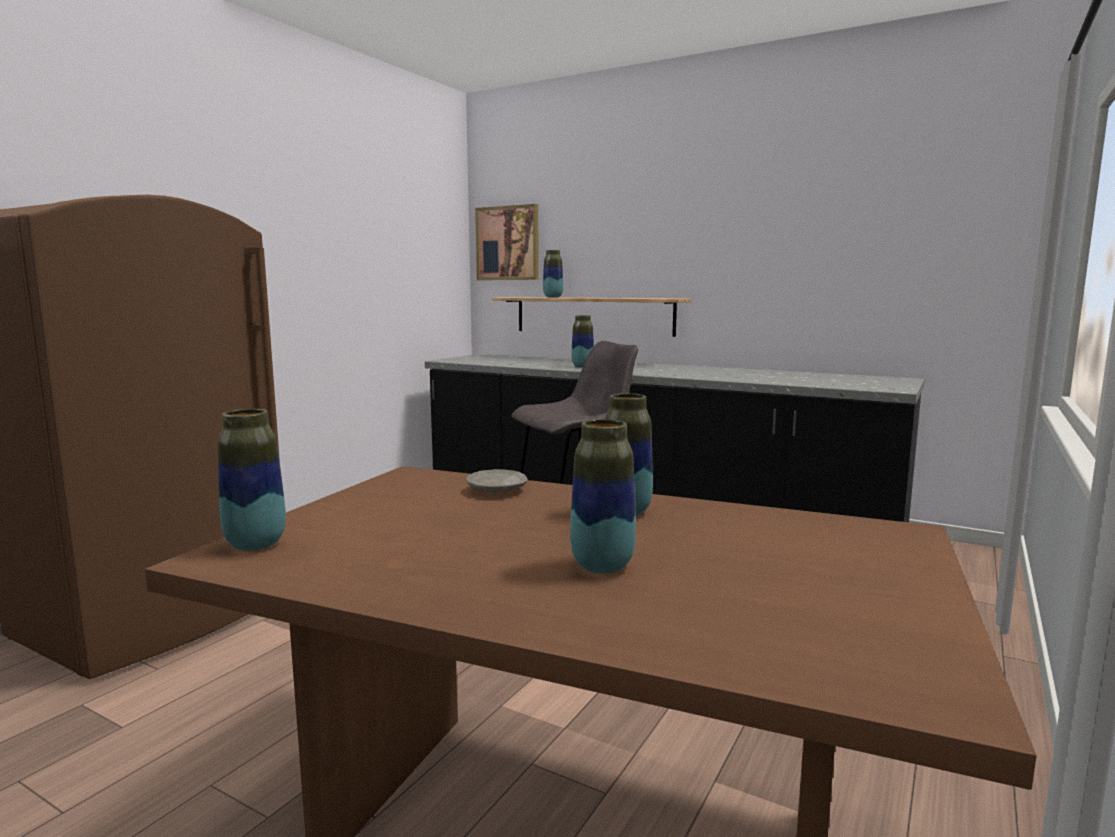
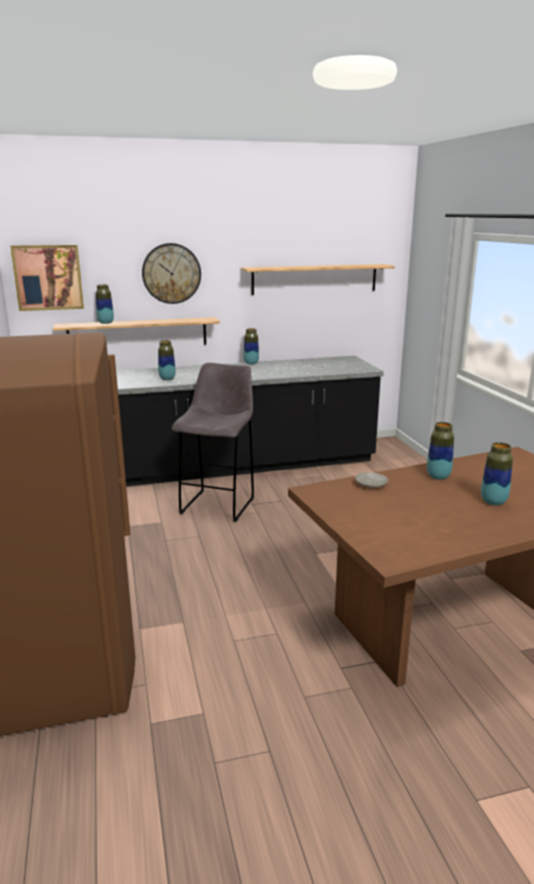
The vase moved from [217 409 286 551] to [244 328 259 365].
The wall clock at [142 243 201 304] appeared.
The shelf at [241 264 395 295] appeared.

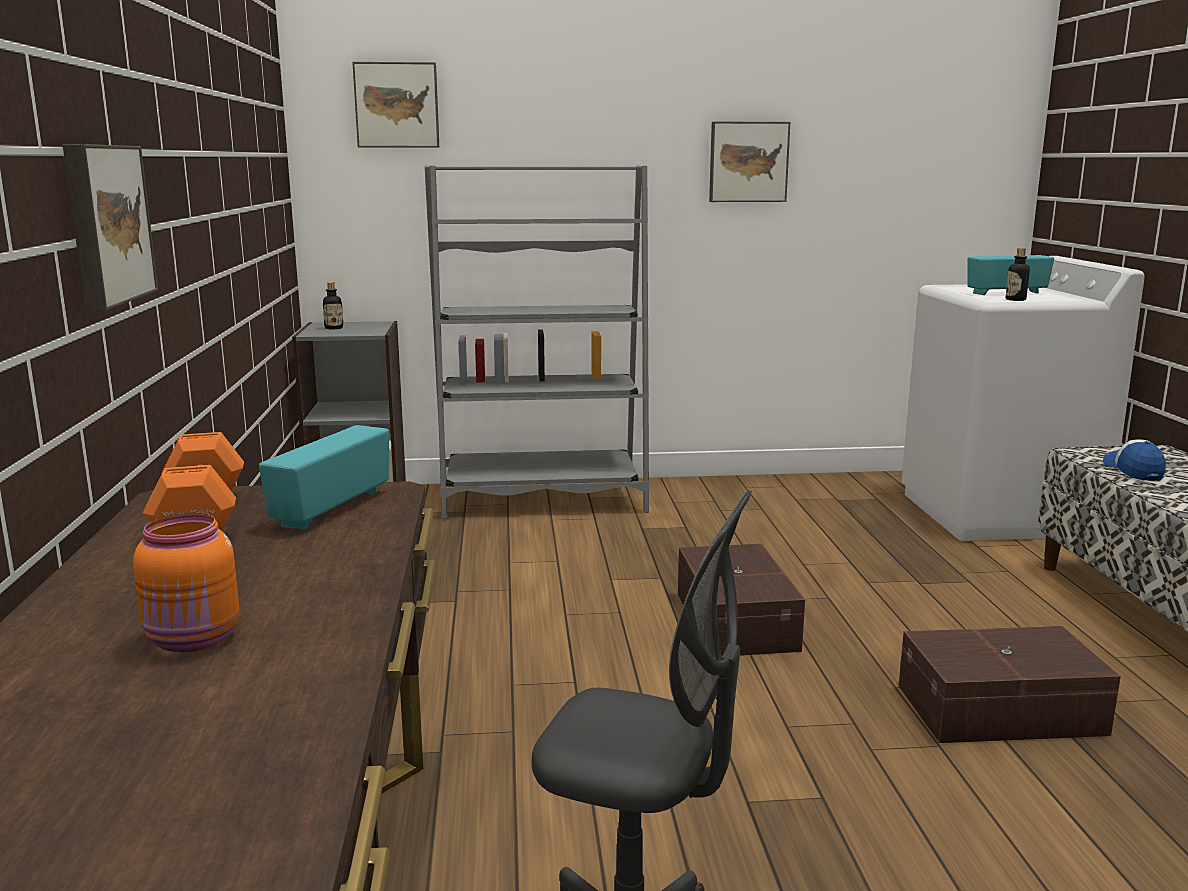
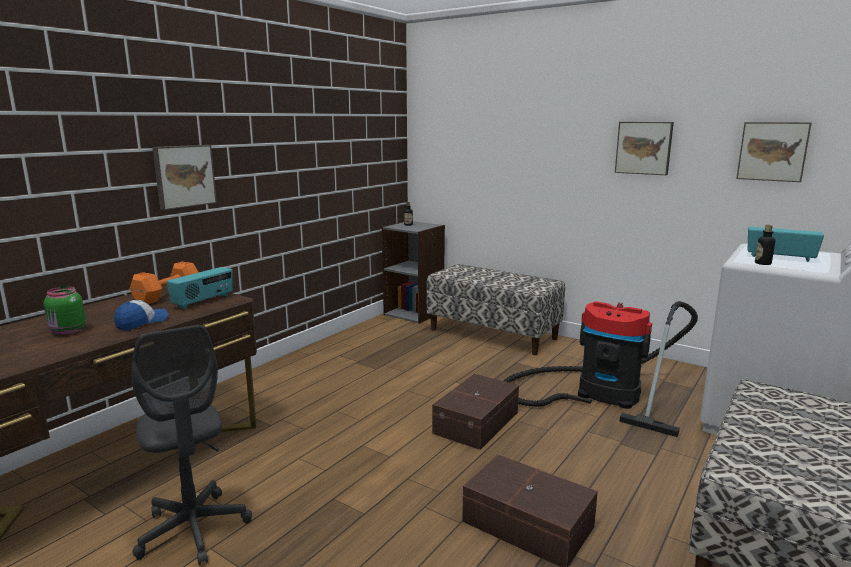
The picture moved from [352 62 439 148] to [736 122 812 182].
The bookcase (grey) at [425 165 649 519] was replaced by the bench at [426 264 565 355].
The radio at [259 425 389 530] turned 150 degrees clockwise.
The cap moved from [1103 439 1166 480] to [114 300 168 330].
The jar (orange) at [133 513 240 652] became the jar (green) at [44 286 86 335].
The vacuum cleaner at [503 301 698 437] appeared.

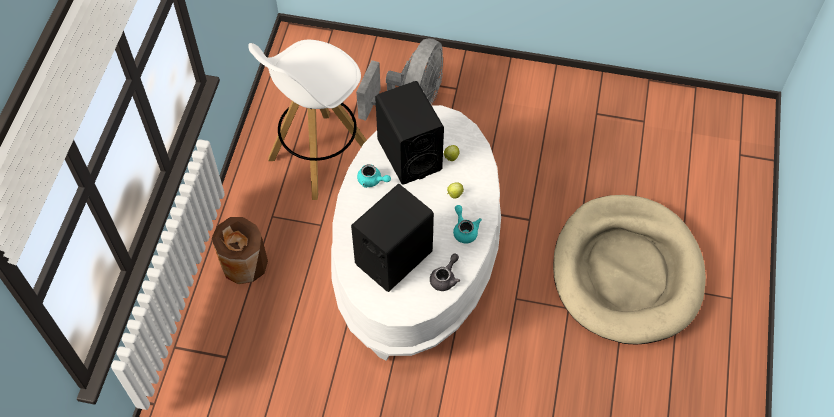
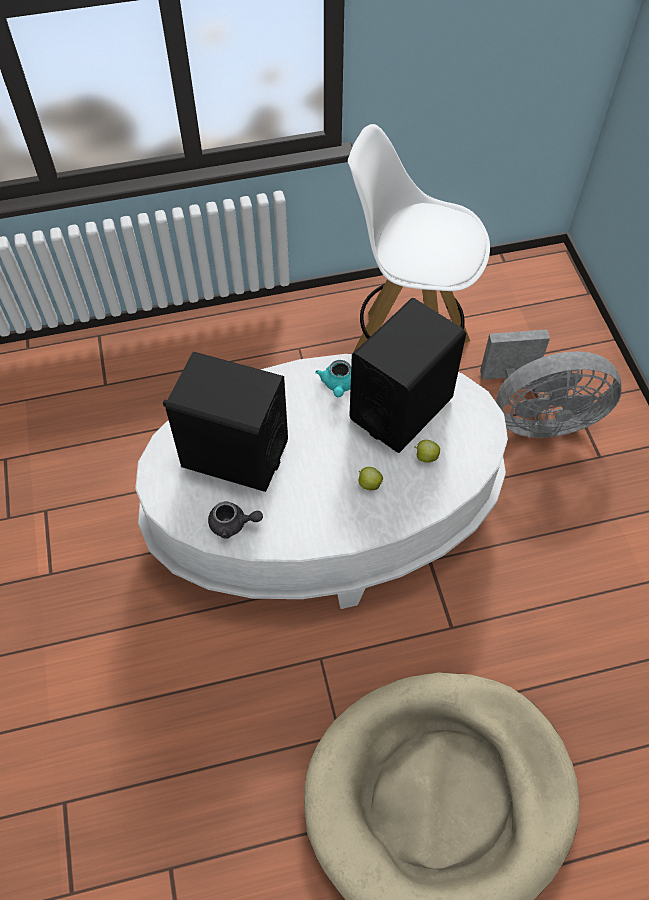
The teapot (turquoise) at [453 205 482 243] disappeared.
The vase (brown) at [211 217 268 284] disappeared.

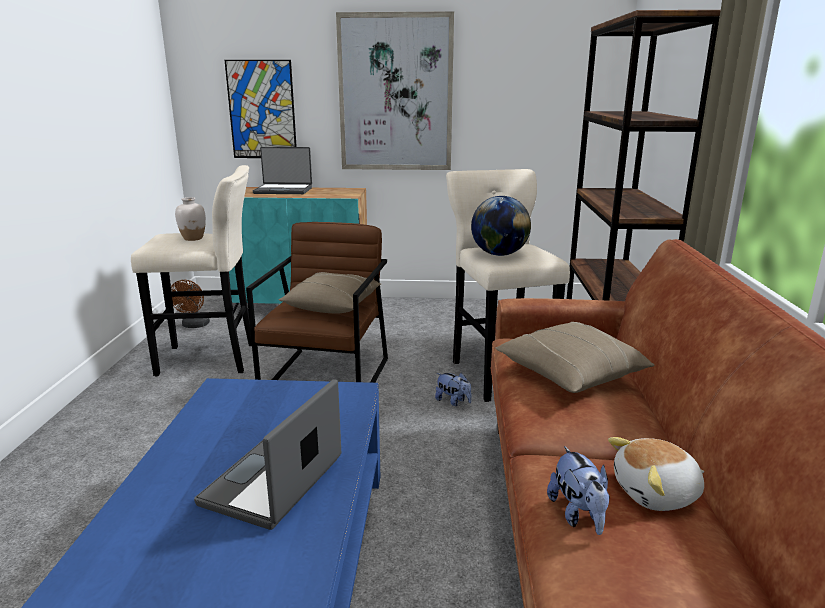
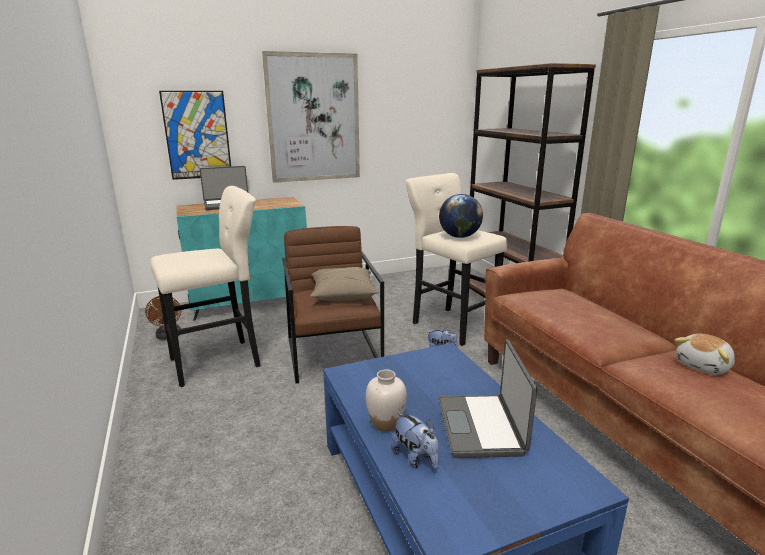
The vase (white) moved from [175 197 206 241] to [366 369 407 432].
The pillow (beige) at [495 322 655 393] disappeared.
The plush toy moved from [547 446 610 535] to [391 412 439 469].

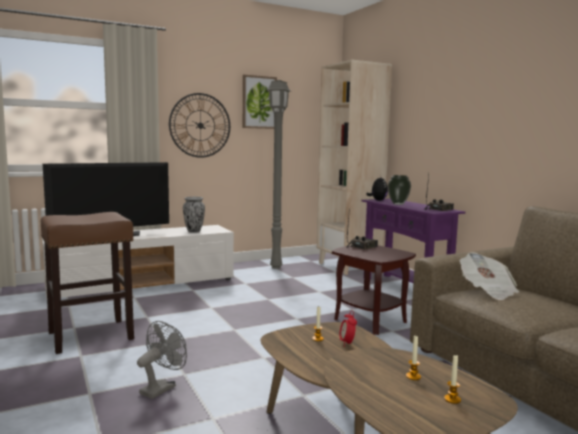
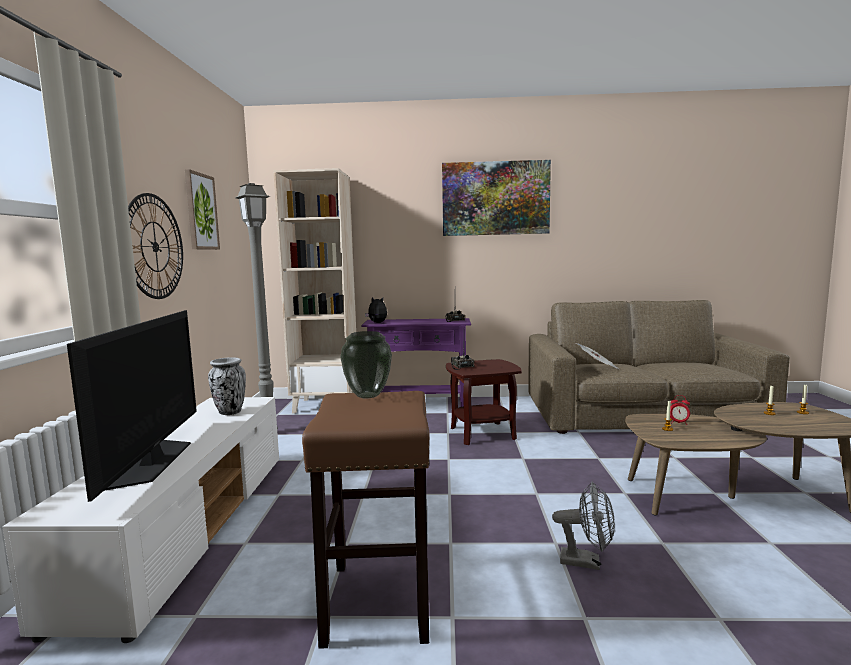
The vase moved from [388 175 411 205] to [340 331 392 398].
The fan (grey) at [137 321 187 399] turned 135 degrees clockwise.
The picture at [442 160 551 236] appeared.

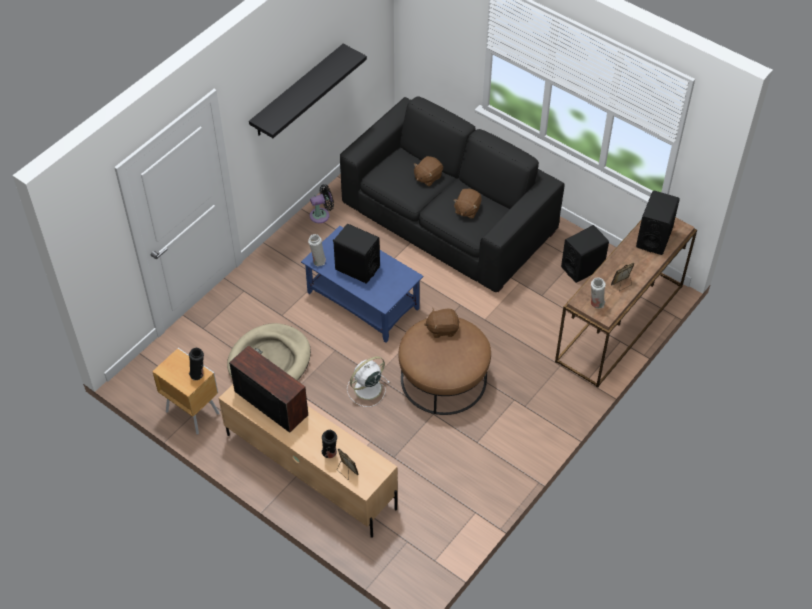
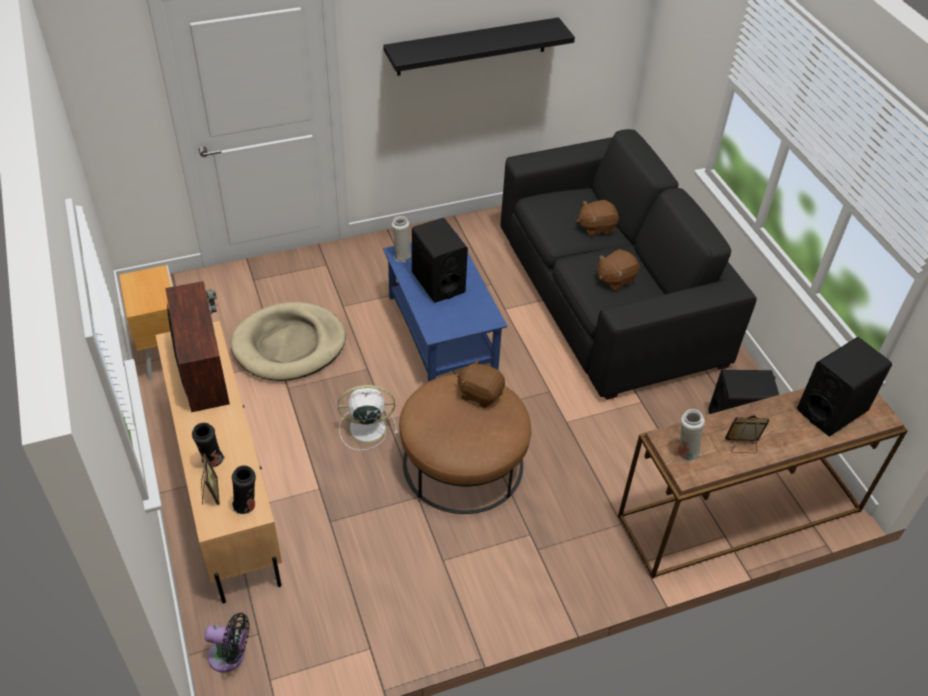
The fan (black) moved from [310 184 334 223] to [204 613 250 673].
The vase (black) moved from [189 348 204 380] to [232 465 256 514].

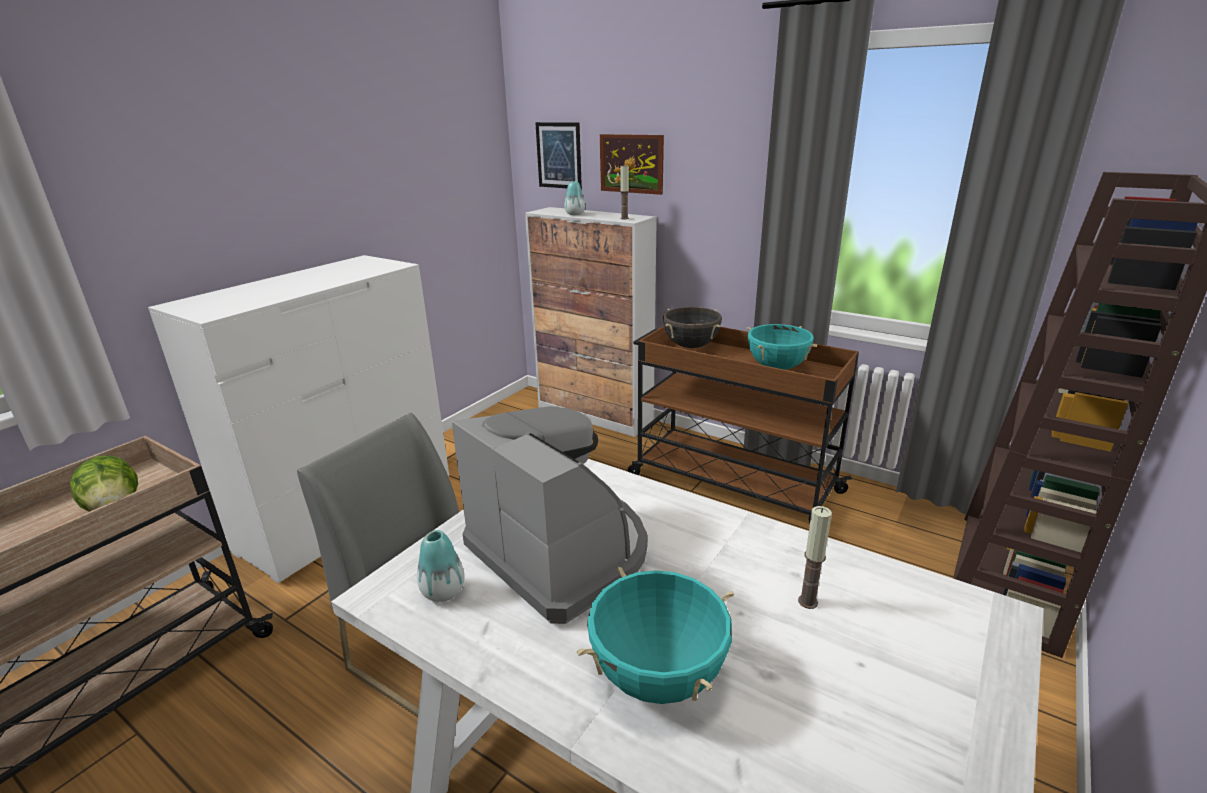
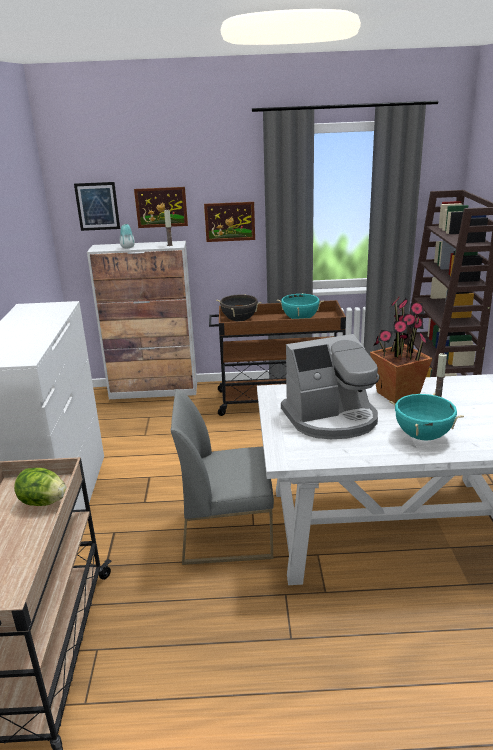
The coffee machine at [452 406 648 624] turned 150 degrees clockwise.
The vase at [417 530 464 602] disappeared.
The picture at [204 202 255 242] appeared.
The potted plant at [370 297 433 404] appeared.

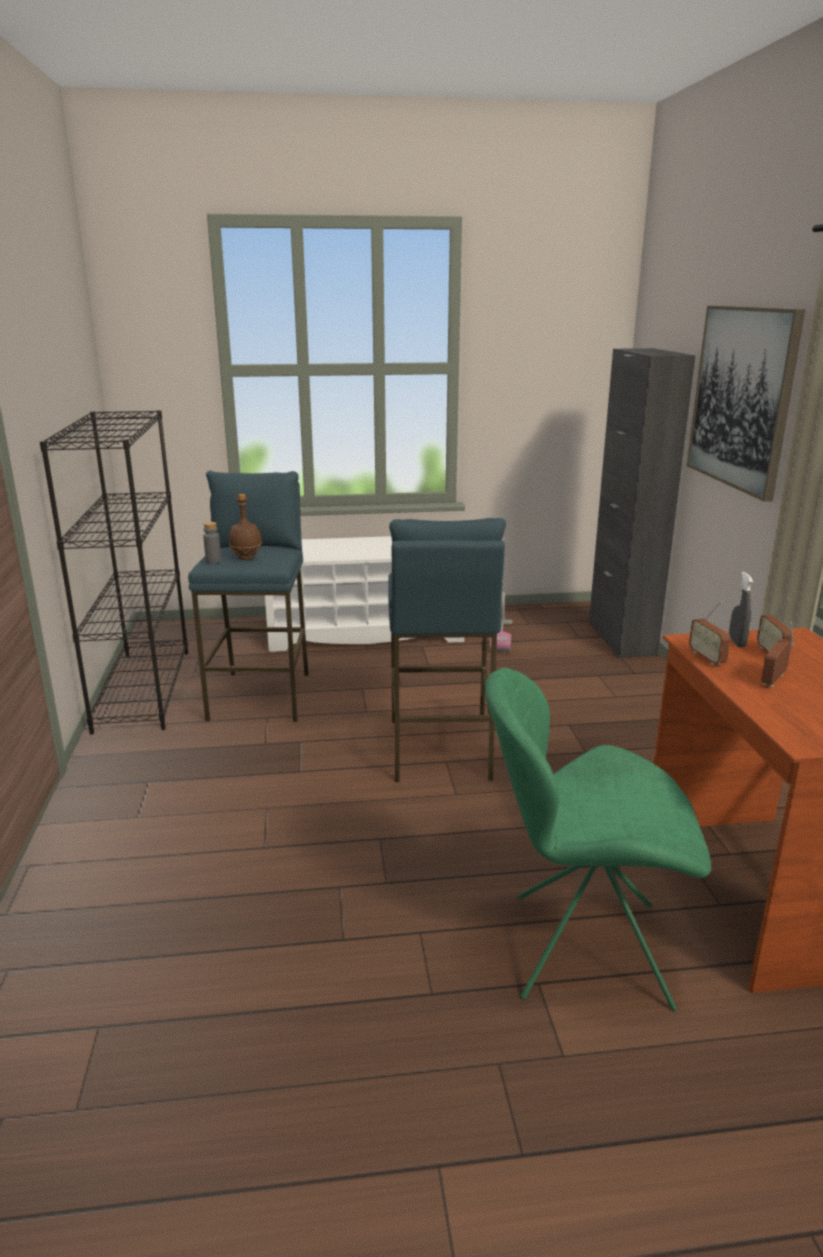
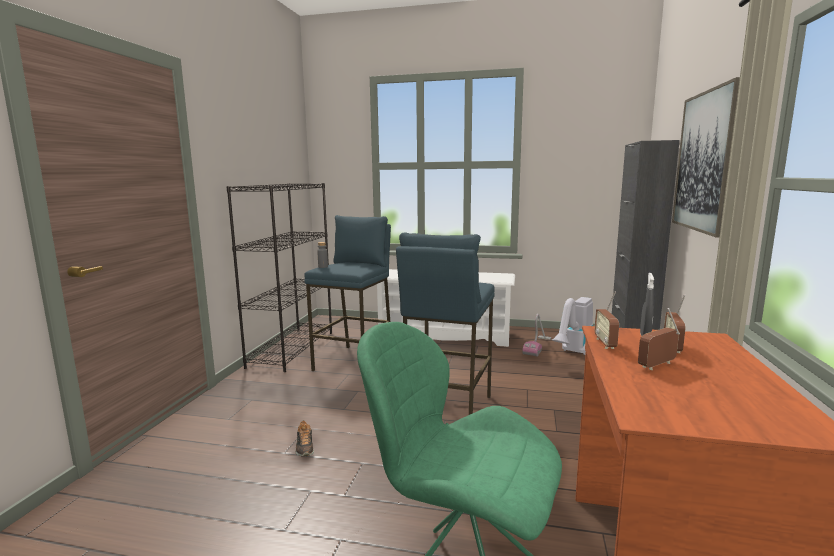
The bottle (brown) at [229 494 262 560] disappeared.
The vacuum cleaner at [552 297 593 355] appeared.
The shoe at [295 420 314 456] appeared.

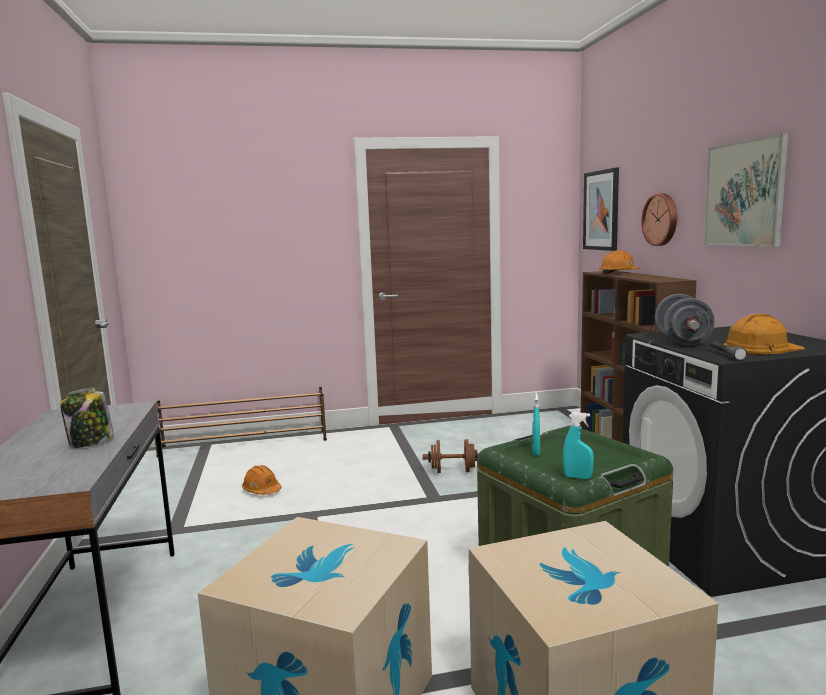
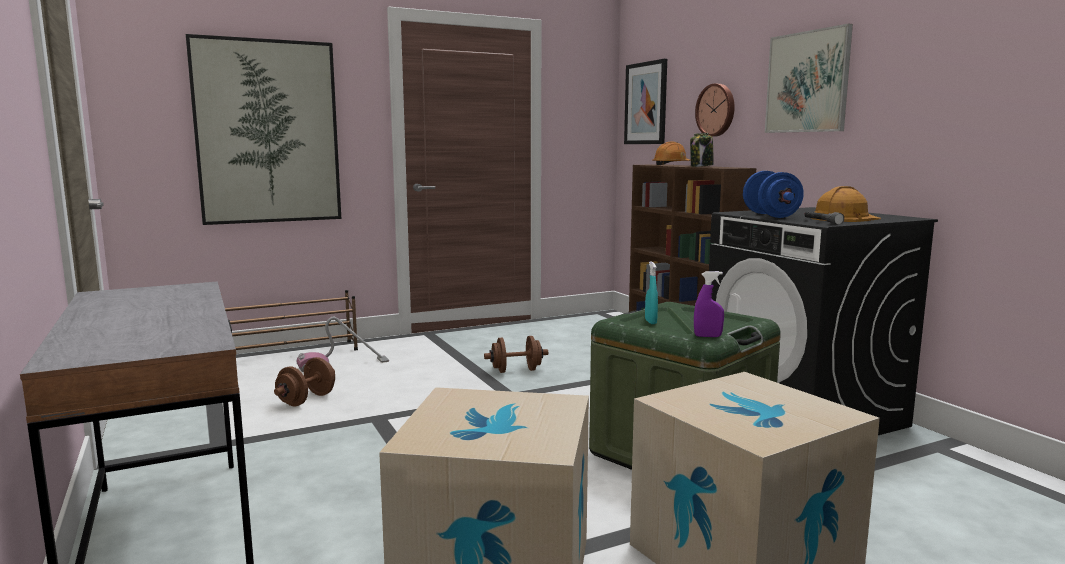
The dumbbell (grey) at [655 294 715 346] became the dumbbell (blue) at [743 171 804 218].
The jar moved from [60 387 114 448] to [690 133 714 167].
The spray bottle (turquoise) at [563 412 594 479] became the spray bottle (purple) at [694 271 724 337].
The hard hat (orange) at [242 465 282 495] was replaced by the dumbbell (brown) at [274 357 335 406].
The picture at [186 34 341 225] appeared.
The vacuum cleaner at [296 317 389 372] appeared.

